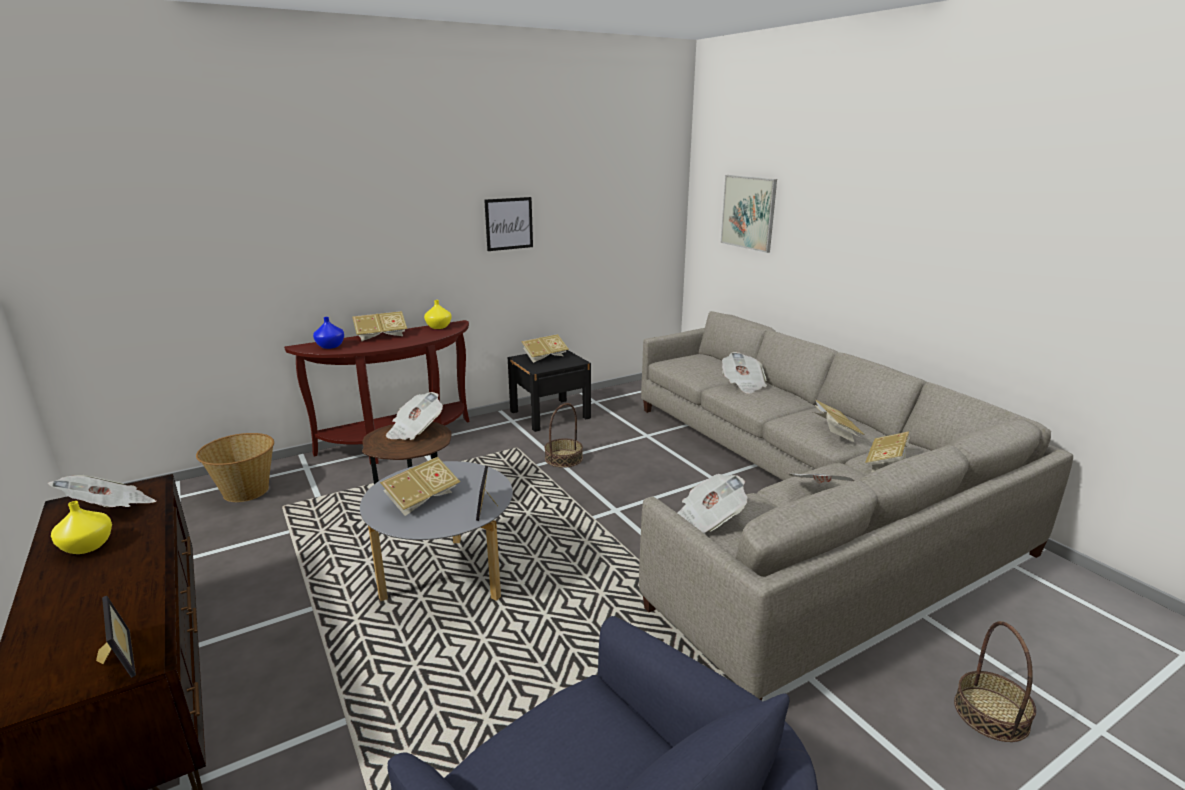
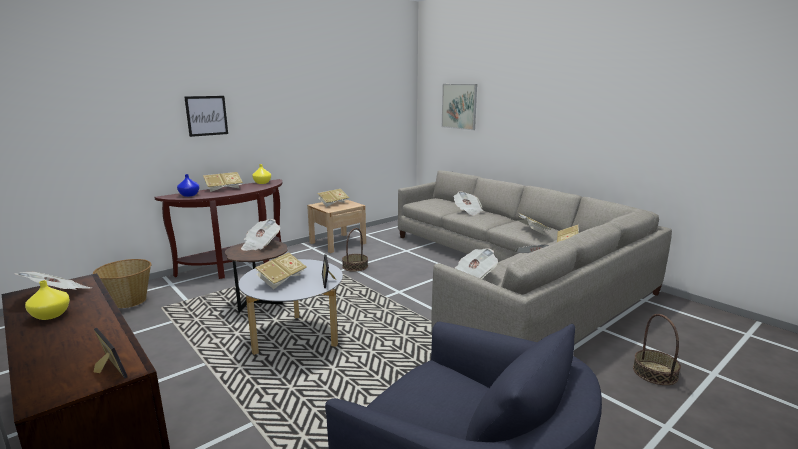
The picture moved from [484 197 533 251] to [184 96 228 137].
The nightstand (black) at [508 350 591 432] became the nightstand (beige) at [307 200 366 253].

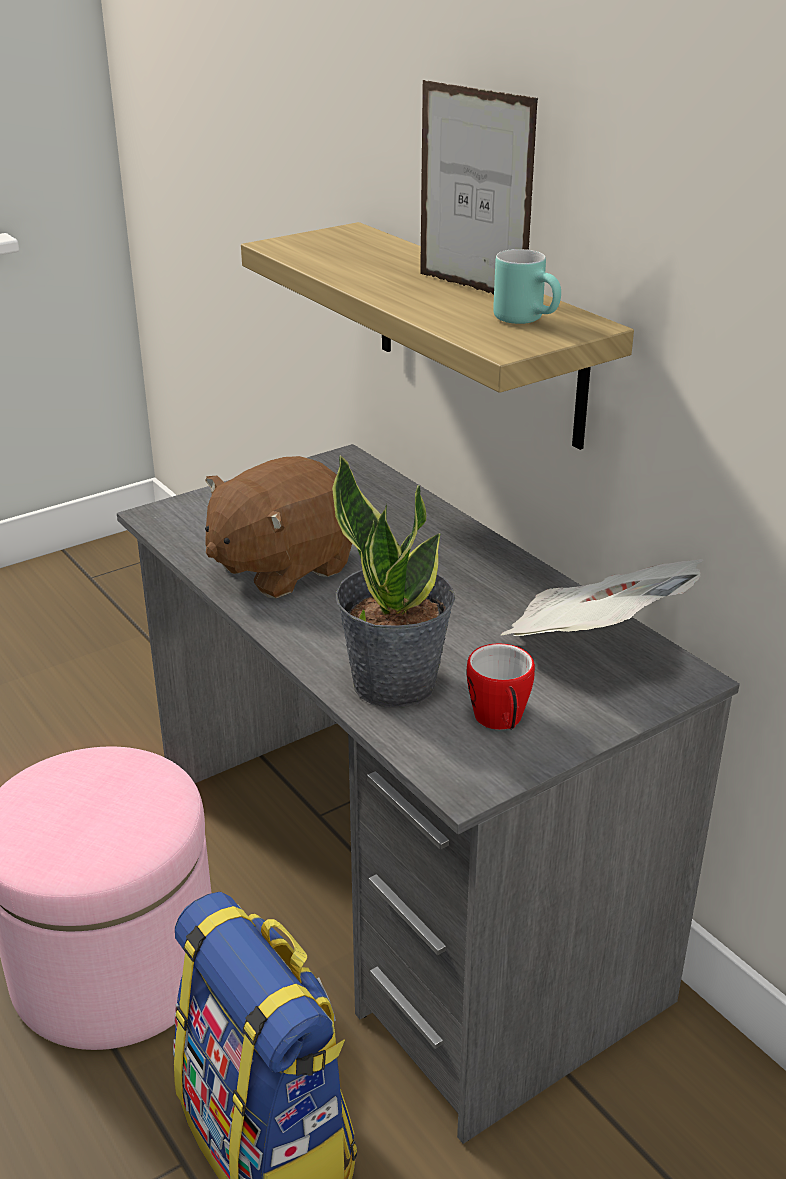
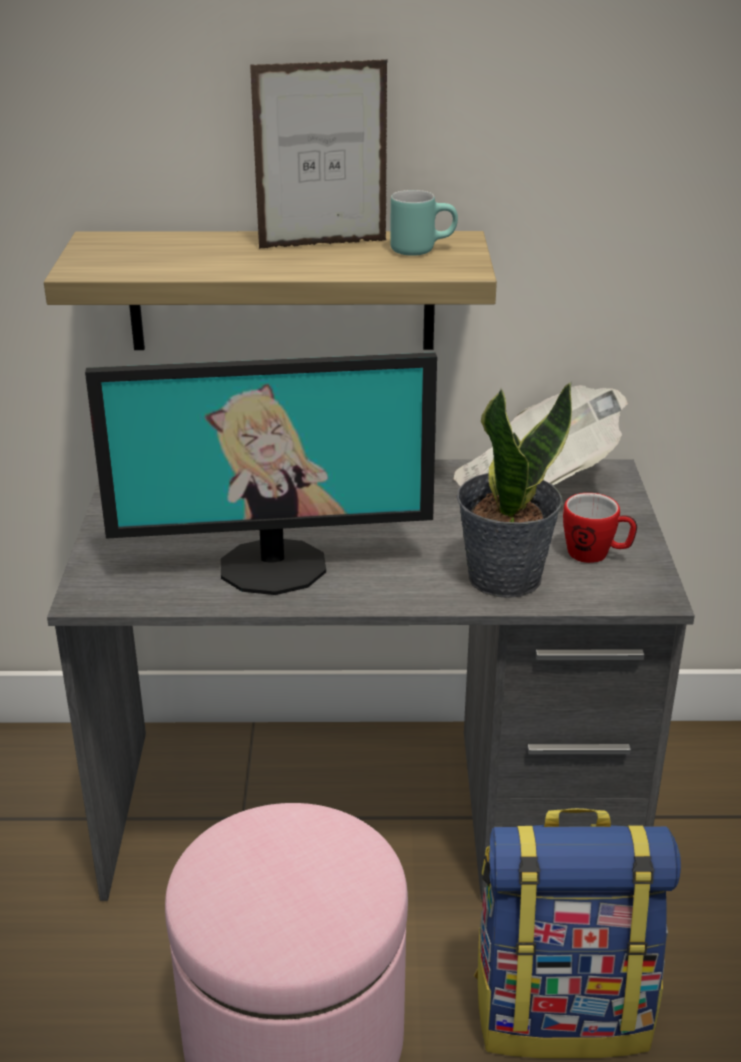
The plush toy (brown) at [205 456 352 598] was replaced by the monitor at [85 352 437 595].

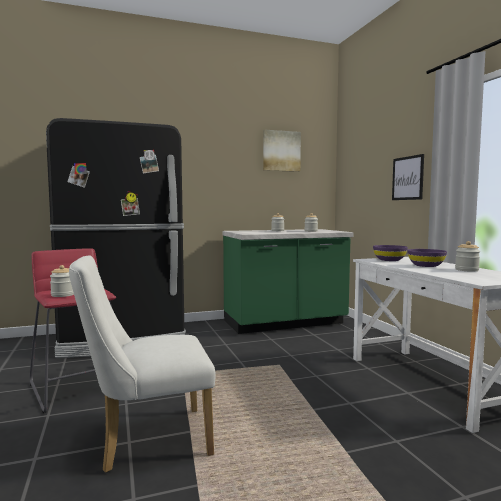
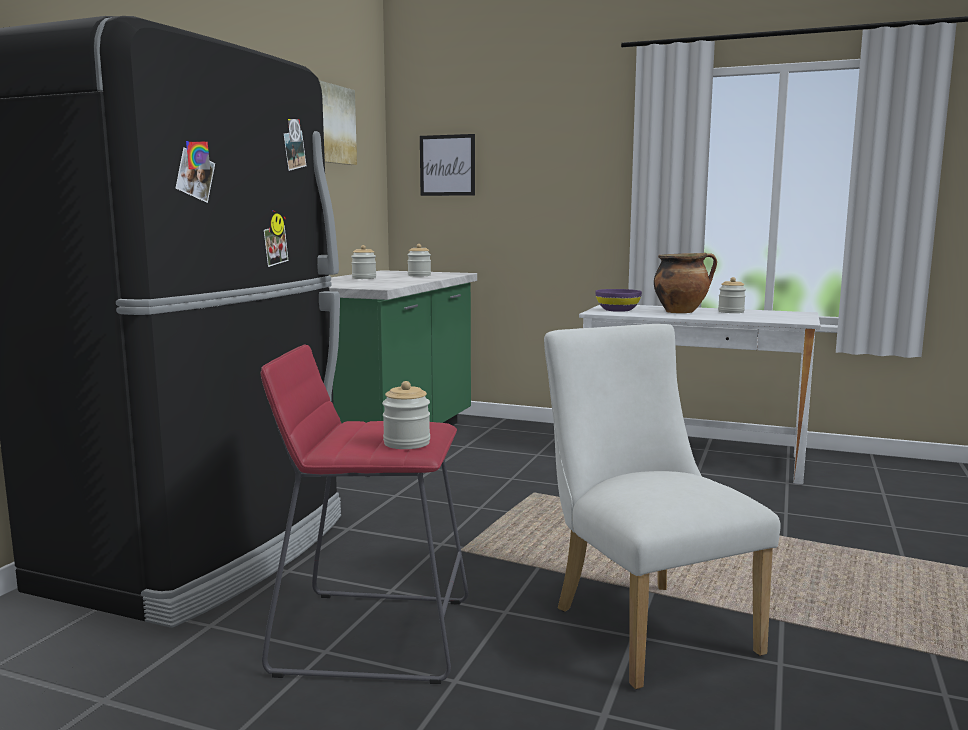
The picture moved from [392 154 424 200] to [420 134 475 196].
The bowl (purple) at [407 249 447 267] was replaced by the cooking pot at [654 253 717 313].
The chair (white) at [69 255 216 473] turned 135 degrees clockwise.

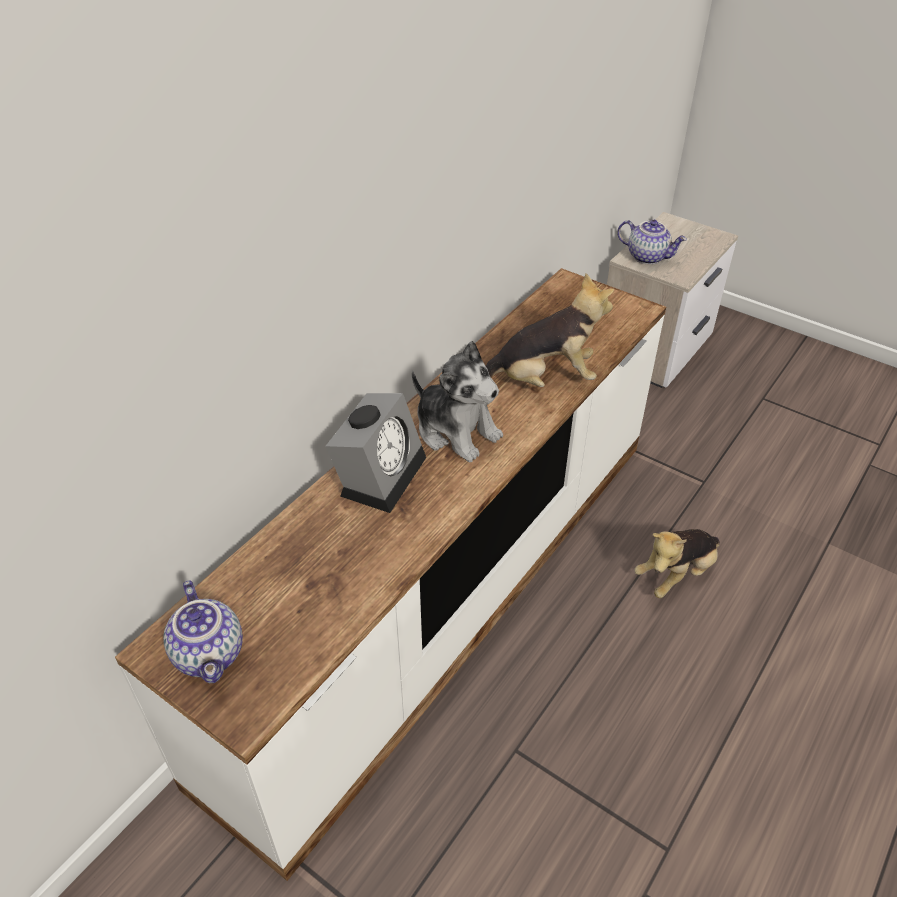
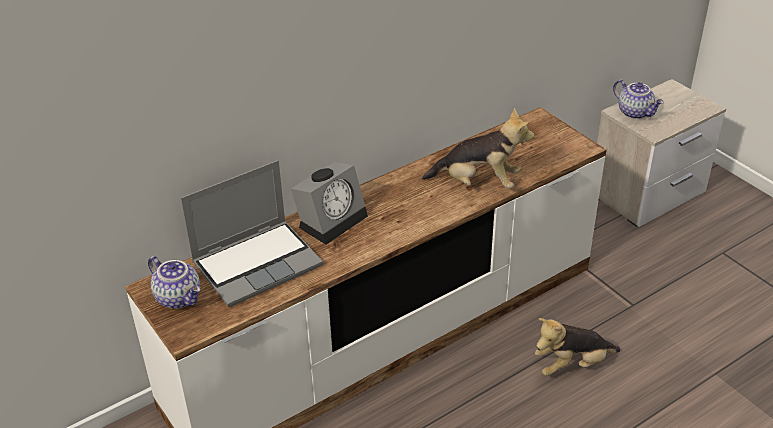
The plush toy at [412 341 503 462] disappeared.
The teapot at [163 581 243 683] turned 45 degrees counterclockwise.
The laptop at [181 160 323 307] appeared.

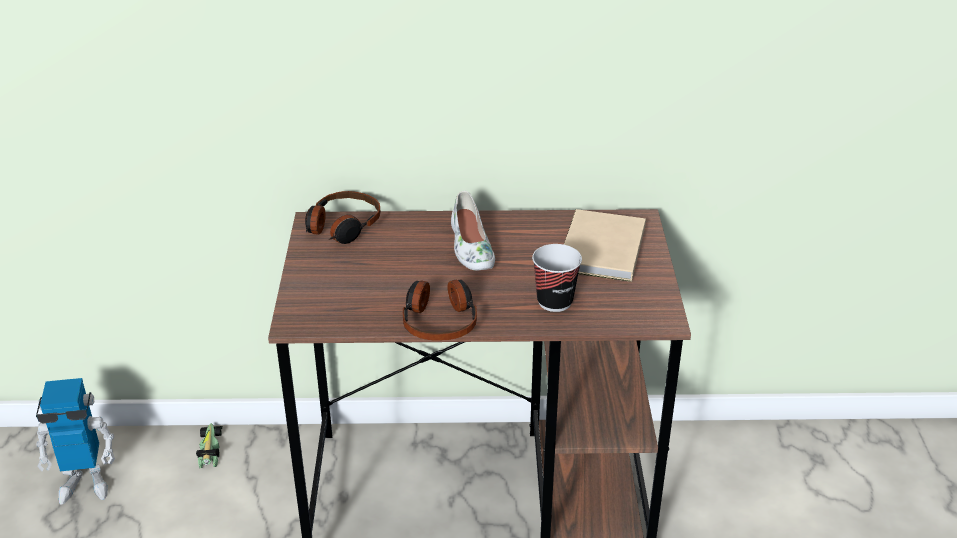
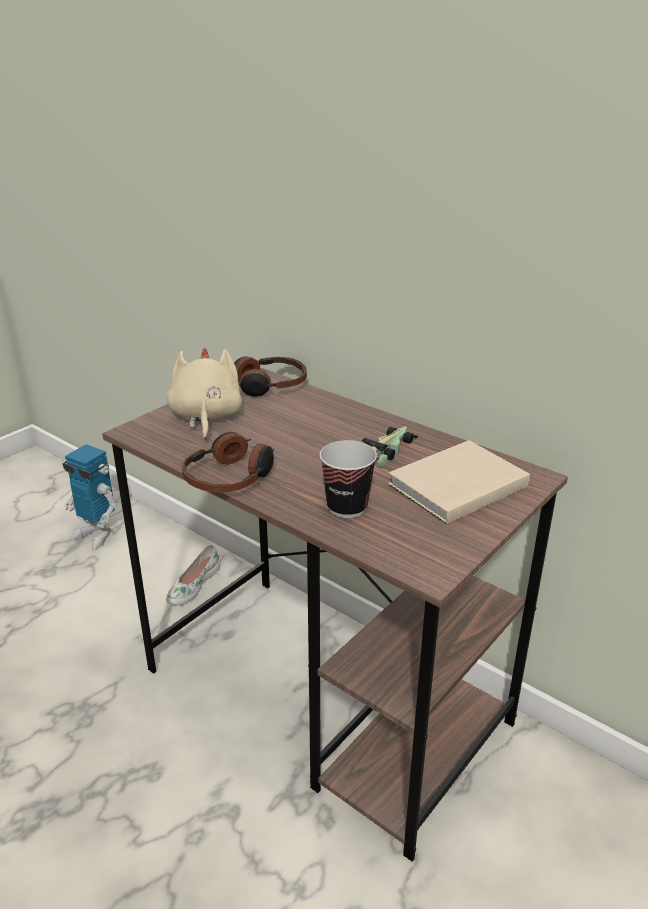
The shoe (white) moved from [451 191 495 271] to [166 544 220 606].
The toy car moved from [196 423 222 468] to [362 426 418 467].
The plush toy (beige) at [167 348 242 440] appeared.

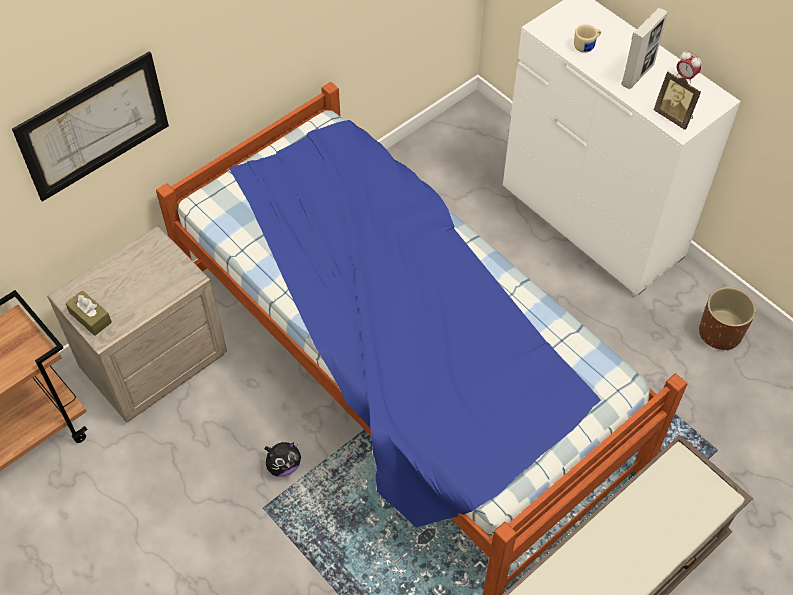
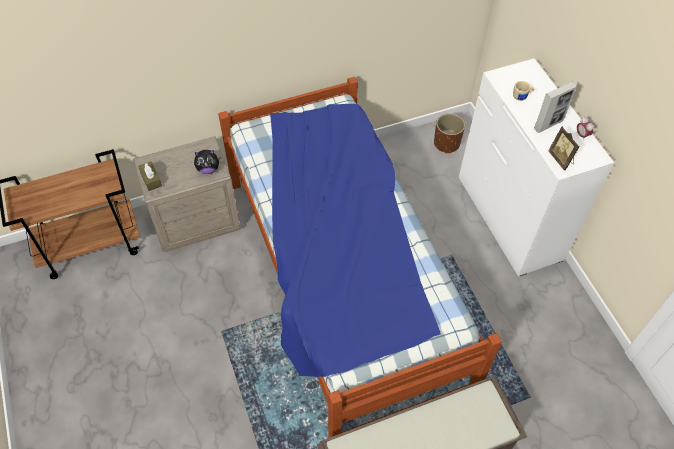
The picture at [12 51 169 202] disappeared.
The planter (brown) moved from [699 287 756 350] to [434 113 465 154].
The plush toy moved from [265 442 301 477] to [194 150 221 174].

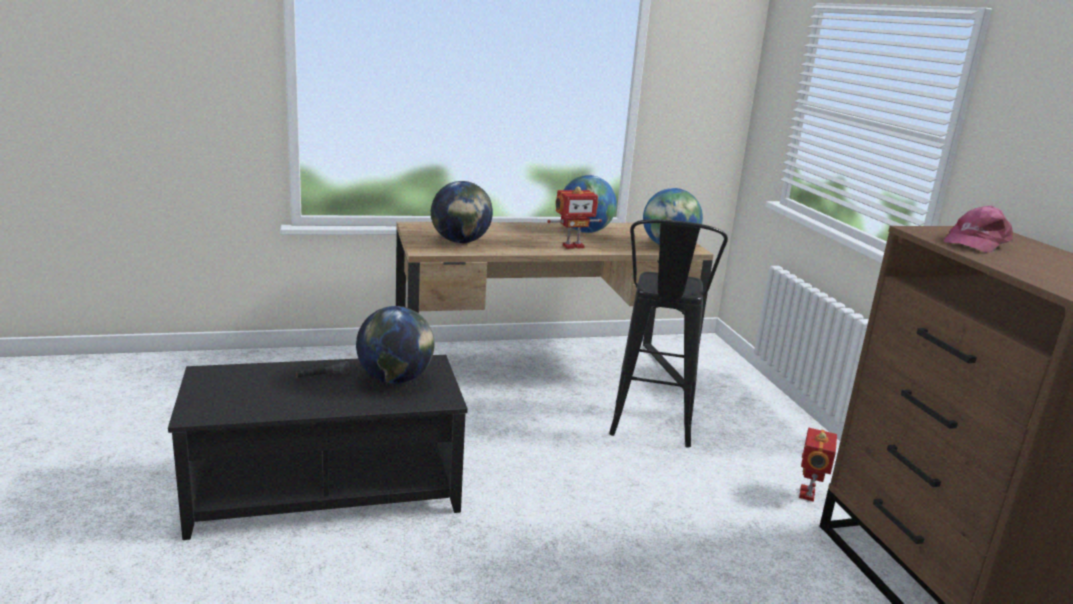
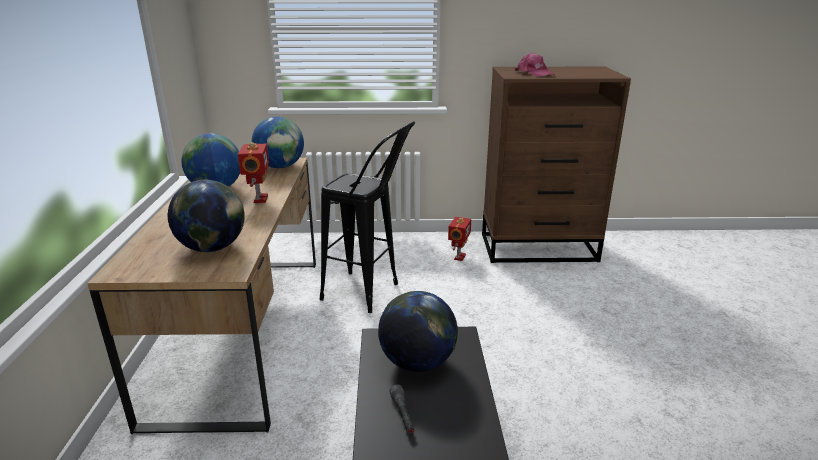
The toy robot at [799 428 837 502] turned 105 degrees counterclockwise.

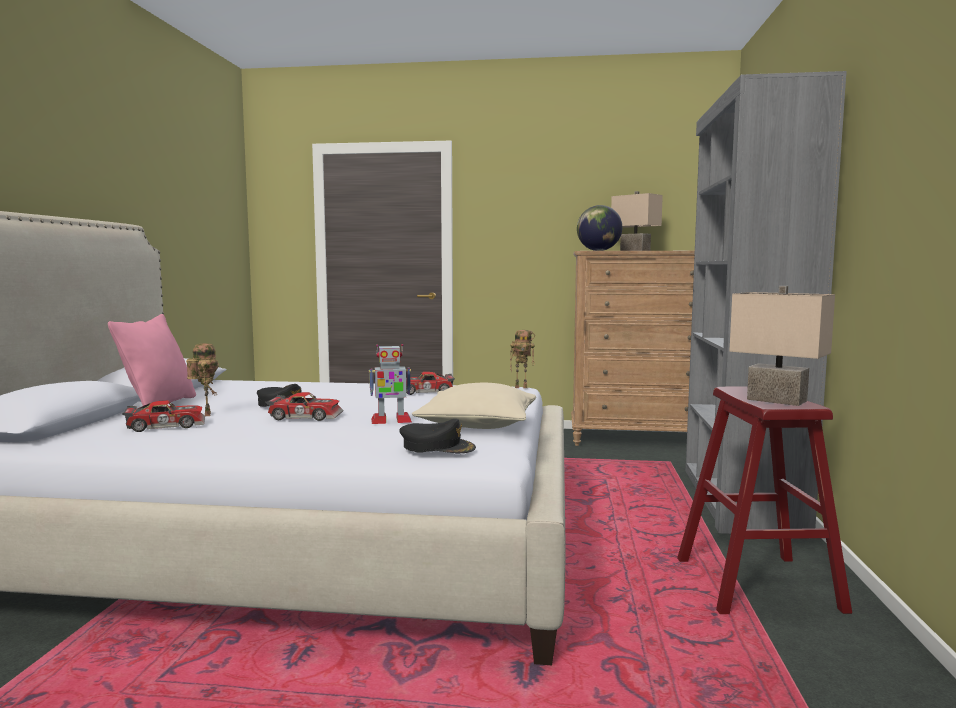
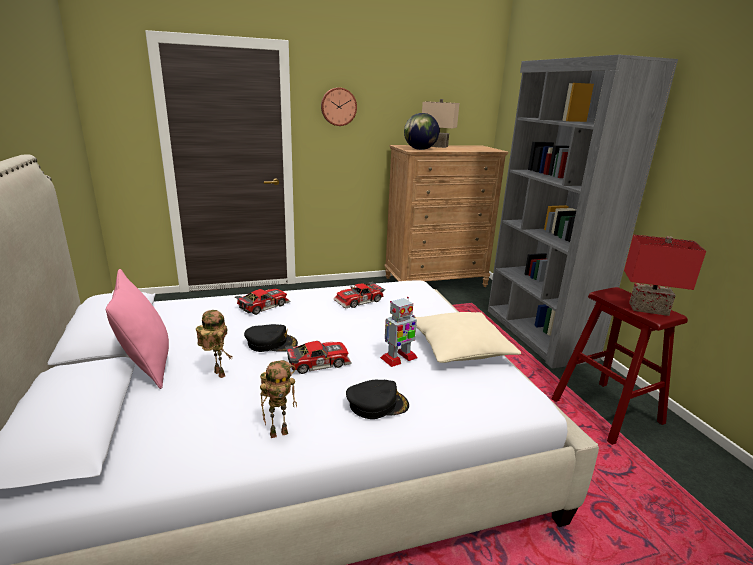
The table lamp (beige) at [729 286 835 406] became the table lamp (red) at [624 234 706 316].
The toy robot moved from [510 330 535 388] to [260 360 297 438].
The toy car moved from [122 400 205 432] to [235 289 291 315].
The cap (black) moved from [399 419 476 453] to [346 380 409 419].
The wall clock at [321 88 357 126] appeared.

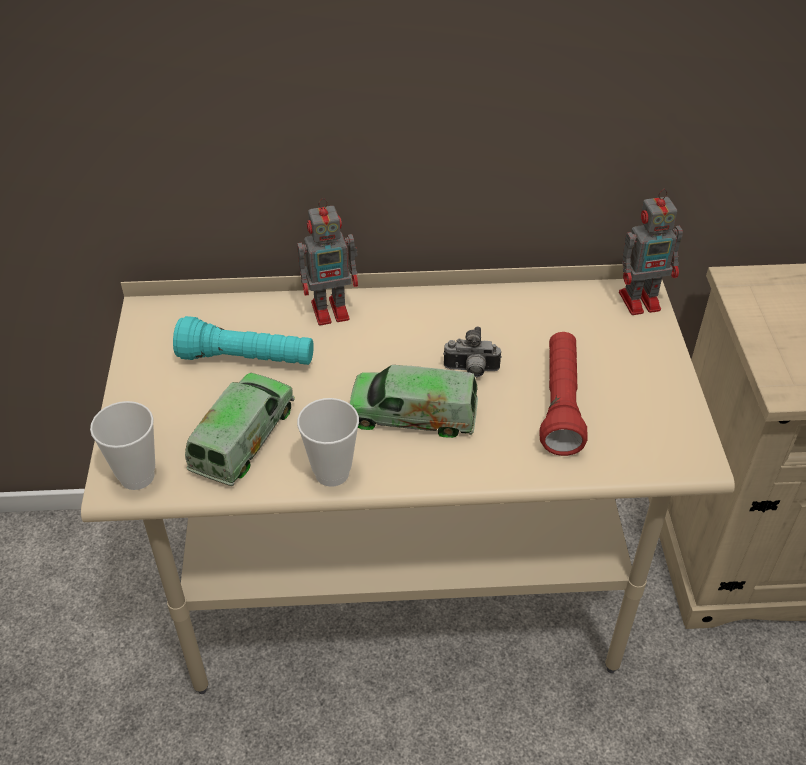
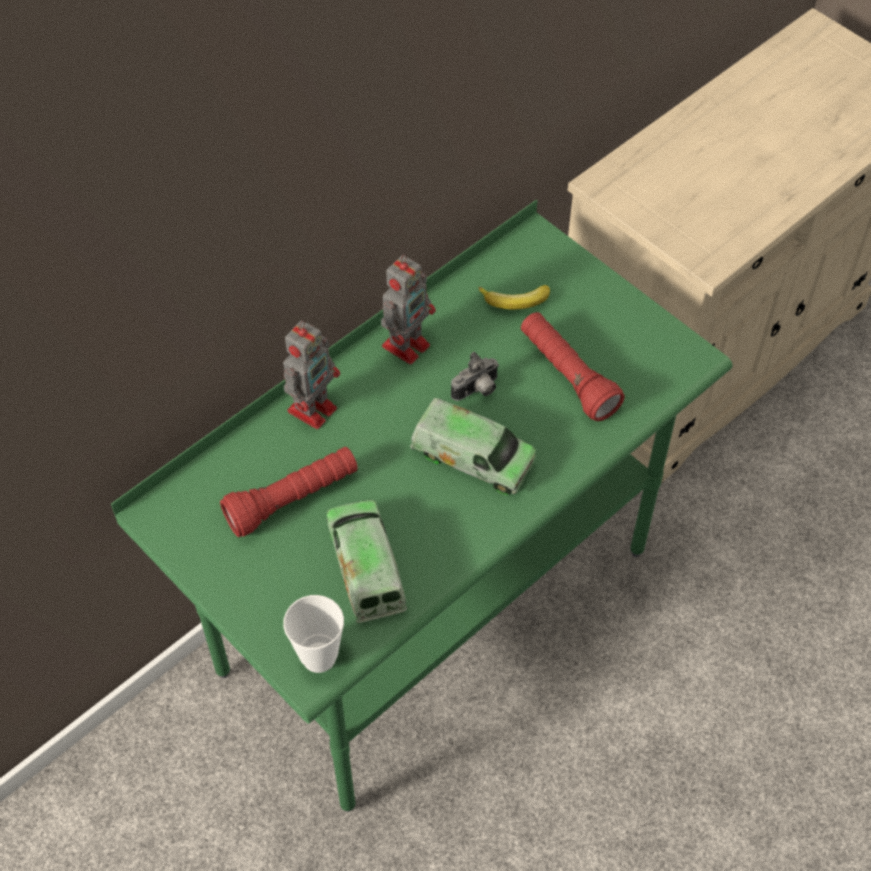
The toy robot moved from [619 189 683 315] to [381 254 436 364].
The desk (beige) at [81 264 735 694] became the desk (green) at [111 200 733 812].
The flashlight (turquoise) at [173 316 314 365] became the flashlight (red) at [220 447 357 537].
The toy truck at [350 365 478 438] turned 120 degrees counterclockwise.
The cup at [297 398 359 487] disappeared.
The banana at [478 285 550 309] appeared.

